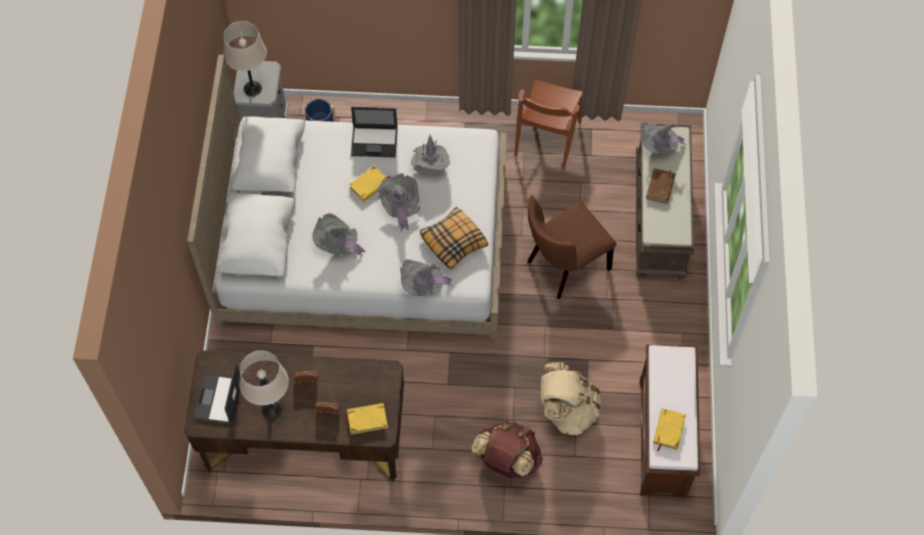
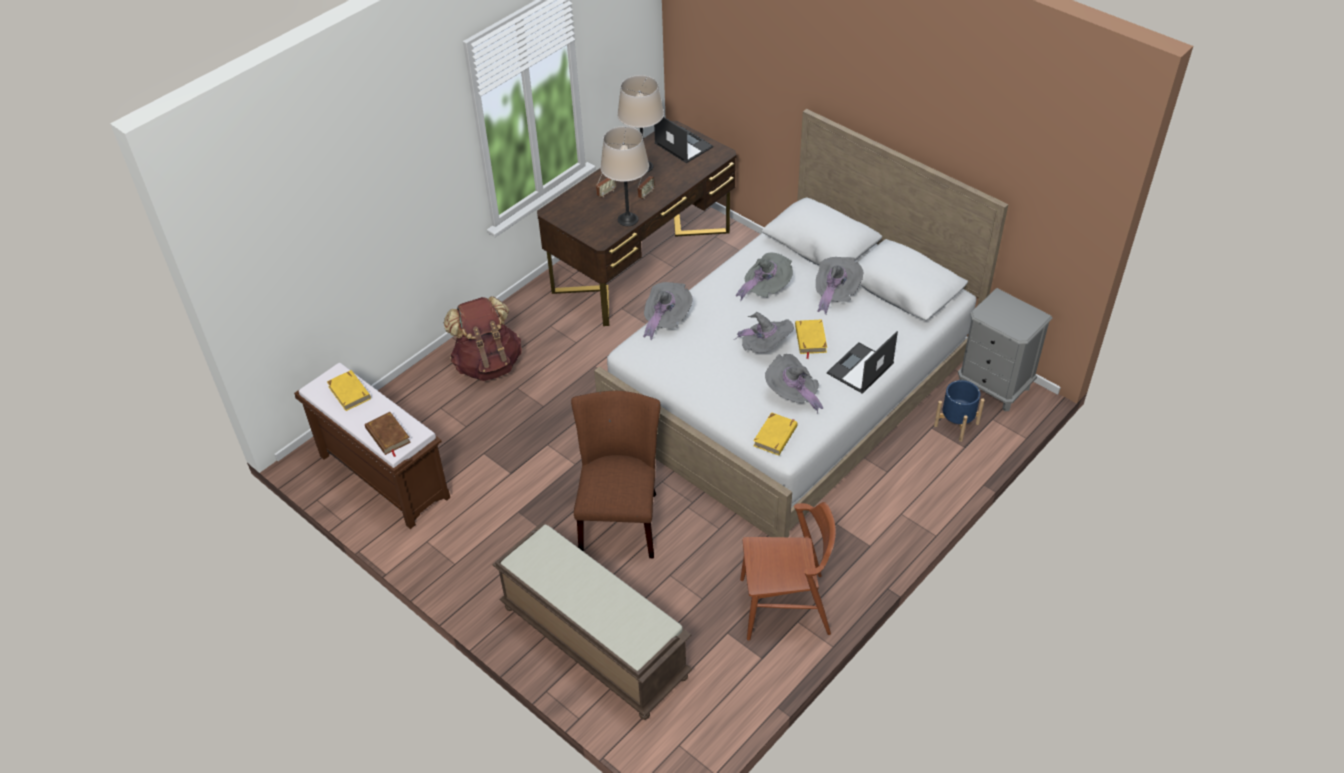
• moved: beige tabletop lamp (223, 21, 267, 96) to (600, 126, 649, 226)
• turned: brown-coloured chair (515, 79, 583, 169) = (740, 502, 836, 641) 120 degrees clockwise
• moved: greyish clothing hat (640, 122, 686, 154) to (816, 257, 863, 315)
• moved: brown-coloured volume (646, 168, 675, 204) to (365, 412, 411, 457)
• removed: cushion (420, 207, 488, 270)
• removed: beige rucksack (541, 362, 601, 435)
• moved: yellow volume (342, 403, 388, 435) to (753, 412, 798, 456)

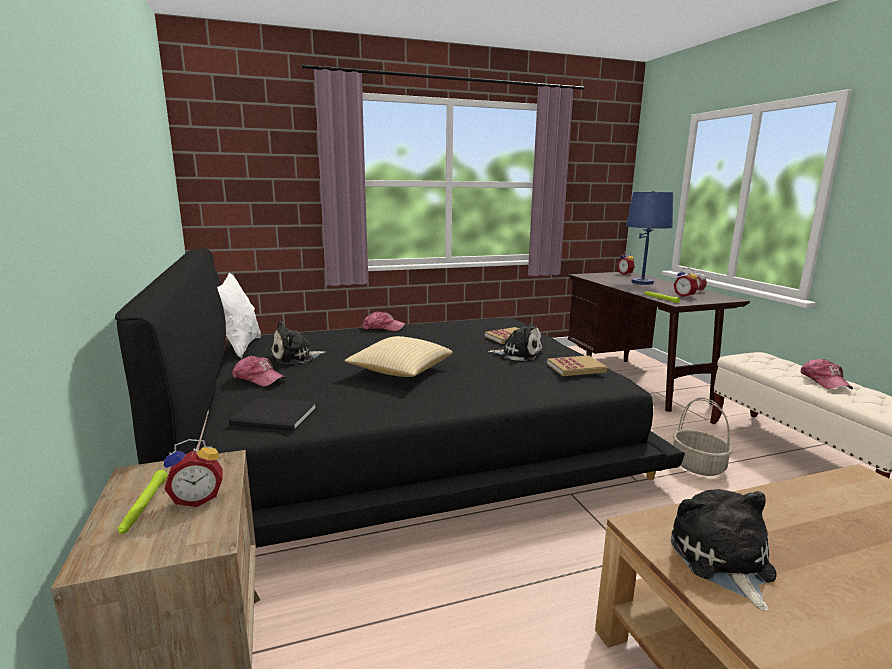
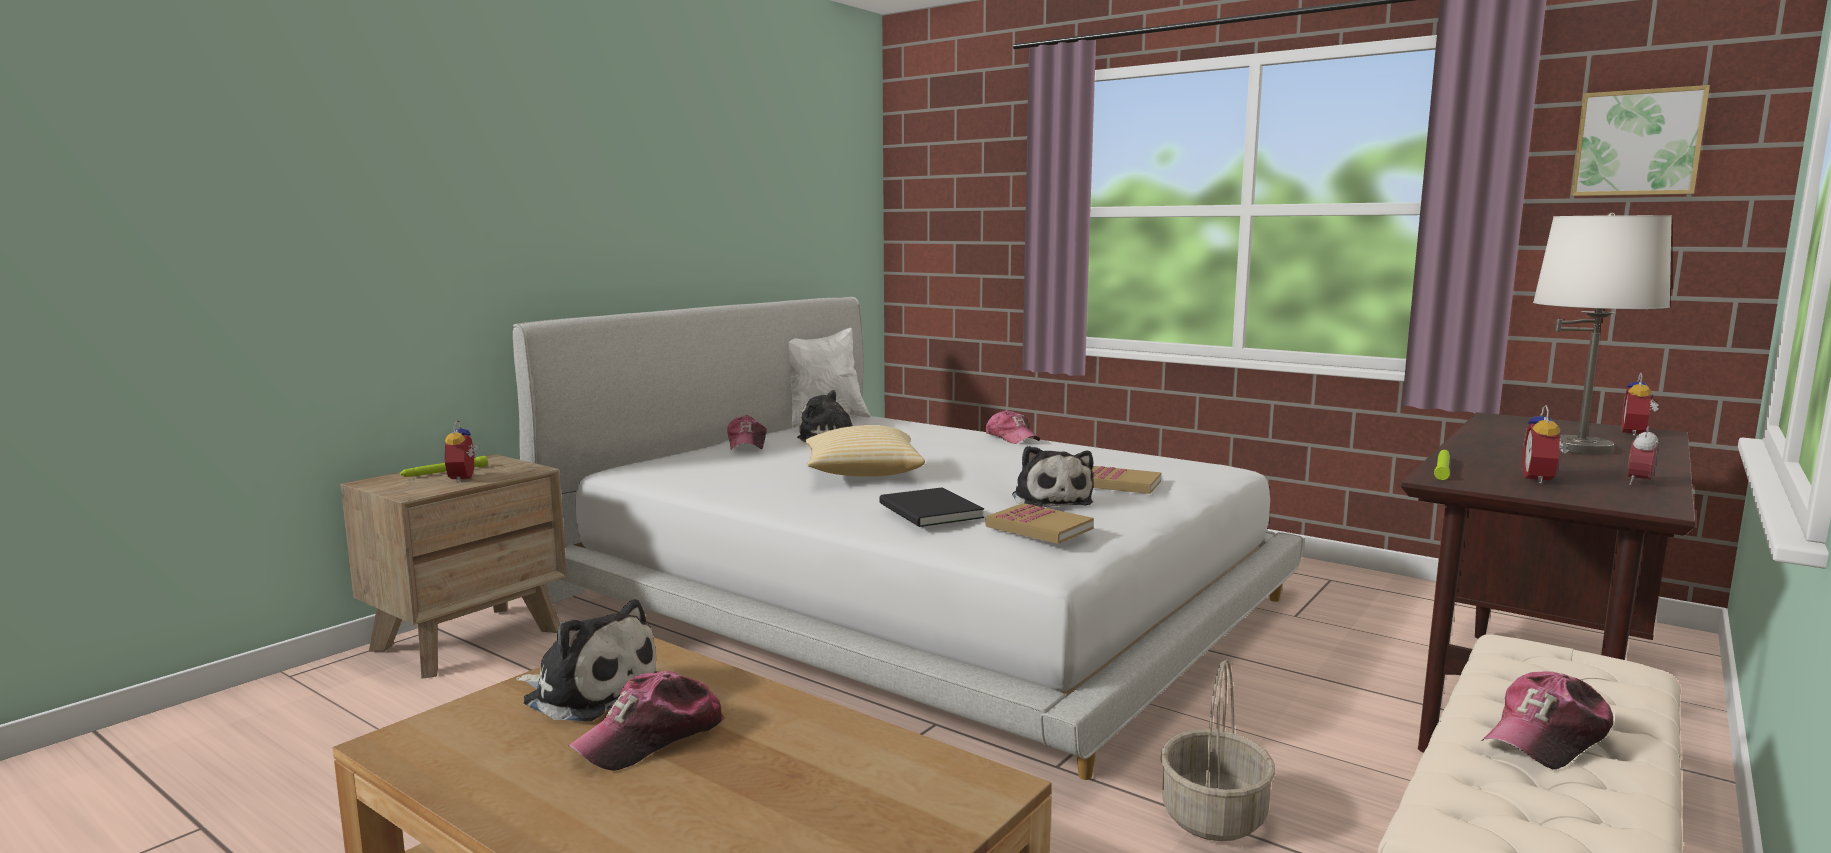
• recoloured: blue-coloured tabletop lamp (626, 191, 673, 285) to white tabletop lamp (1533, 213, 1672, 455)
• recoloured: blackish sleeping bed (115, 248, 685, 548) to white sleeping bed (513, 297, 1303, 780)
• moved: blackish volume (229, 398, 316, 431) to (879, 487, 984, 527)
• turned: bedside clock (164, 439, 223, 507) = (445, 420, 479, 483) 45 degrees clockwise
• turned: plush toy (671, 489, 777, 611) = (516, 599, 657, 721) 60 degrees clockwise
• added: picture (1571, 85, 1710, 196)
• added: baseball cap (568, 671, 725, 771)

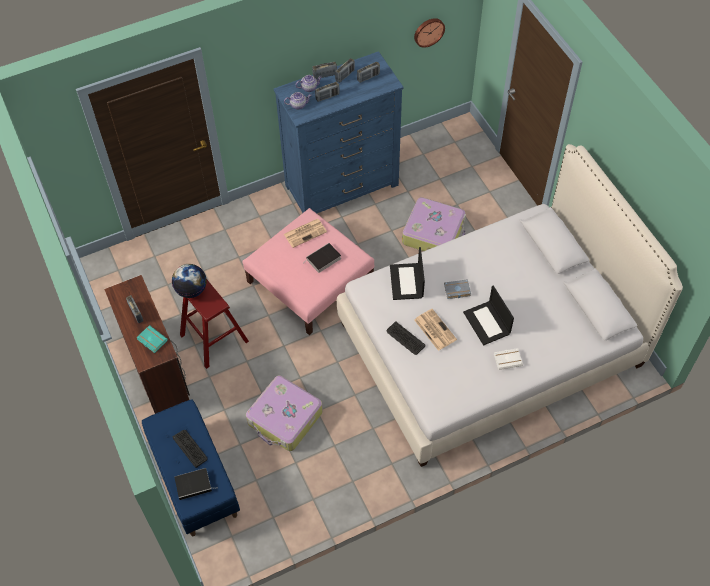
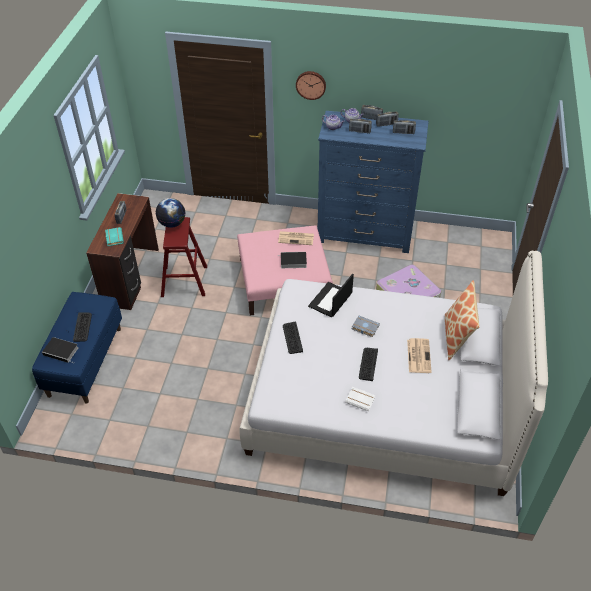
• moved: clock on the wall (414, 18, 445, 48) to (296, 71, 326, 100)
• replaced: laptop (463, 285, 514, 346) to PC keyboard (359, 348, 378, 381)
• moved: printed paper (415, 309, 457, 351) to (407, 338, 432, 373)
• removed: suitcase (246, 376, 323, 451)
• added: cushion (445, 280, 480, 360)

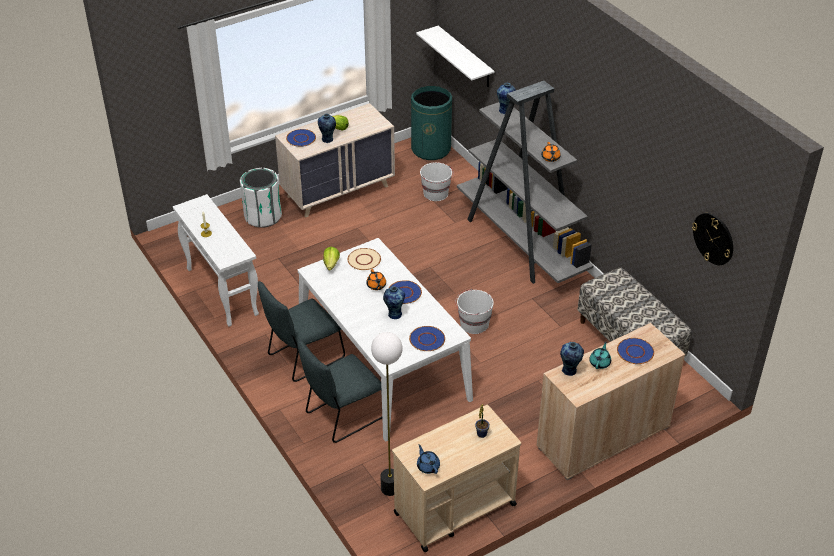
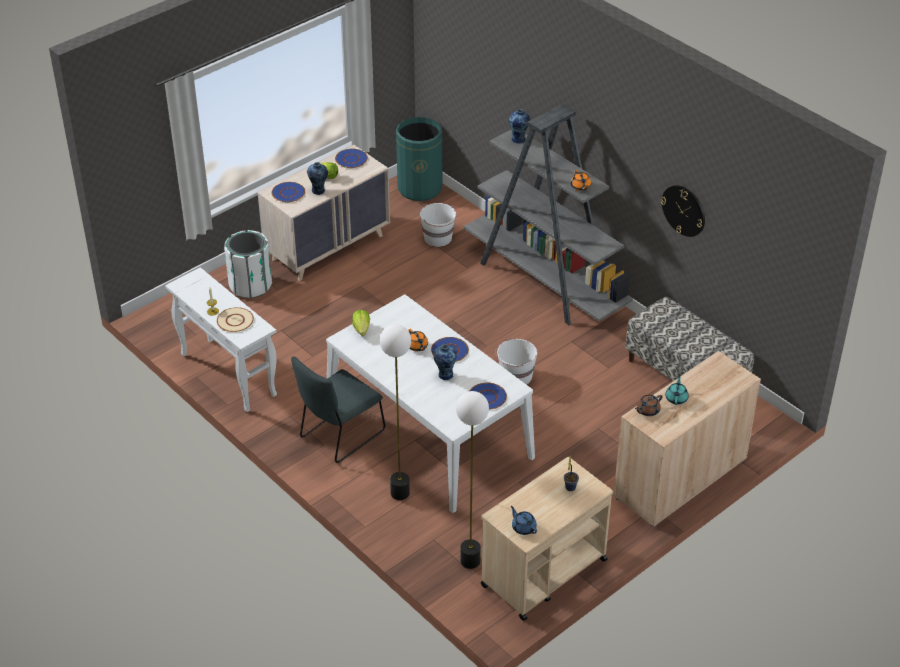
• removed: white shelf (416, 26, 495, 87)
• moved: clock on the wall (692, 213, 733, 265) to (661, 185, 705, 237)
• moved: beige flat dish (347, 248, 381, 270) to (217, 307, 254, 332)
• moved: blue-coloured flat dish (617, 338, 654, 364) to (335, 149, 368, 168)
• replaced: greyish chair (297, 339, 382, 443) to standing lamp (380, 324, 411, 500)
• replaced: decorative vase (560, 342, 584, 376) to brown-coloured tea pot (635, 395, 663, 416)

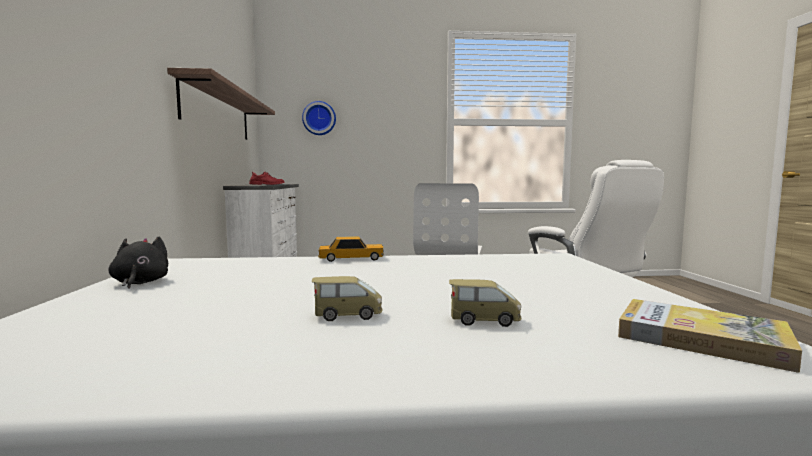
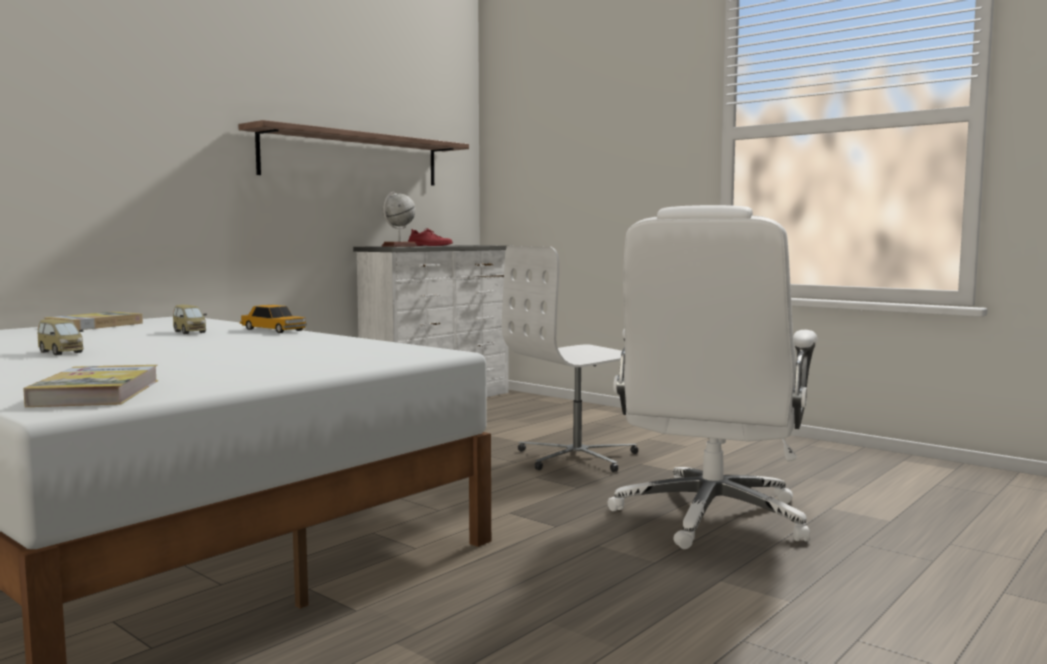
• removed: clock on the wall (302, 101, 336, 135)
• replaced: blackish plush toy (108, 237, 168, 289) to volume (45, 312, 143, 330)
• moved: model car (449, 279, 521, 327) to (173, 305, 207, 334)
• added: desk globe (382, 191, 418, 247)

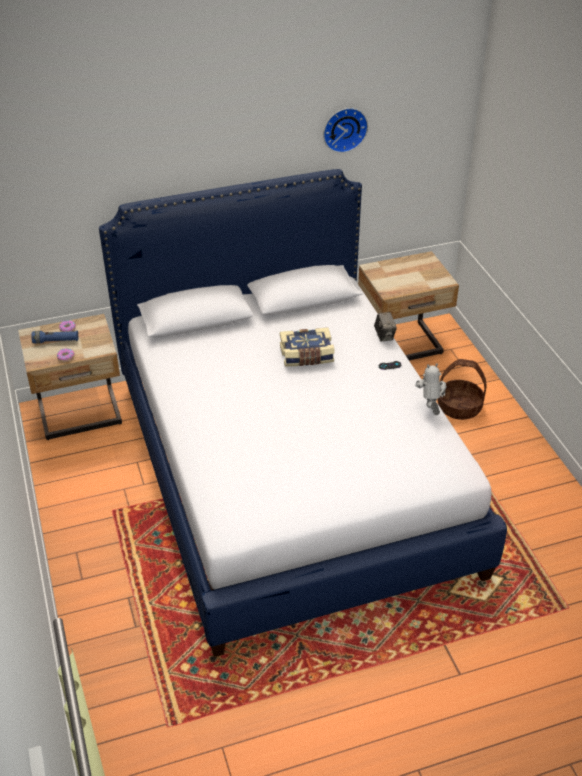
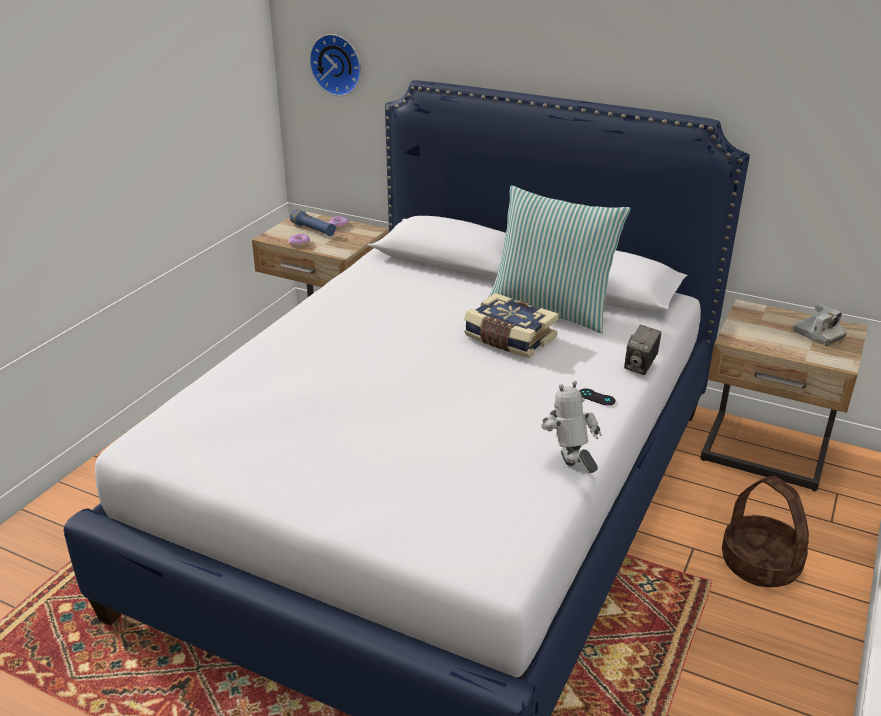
• moved: clock on the wall (323, 108, 368, 153) to (309, 34, 361, 96)
• turned: toy robot (415, 363, 447, 415) = (541, 381, 602, 473) 60 degrees counterclockwise
• added: cushion (488, 186, 631, 333)
• added: photo camera (793, 303, 847, 346)

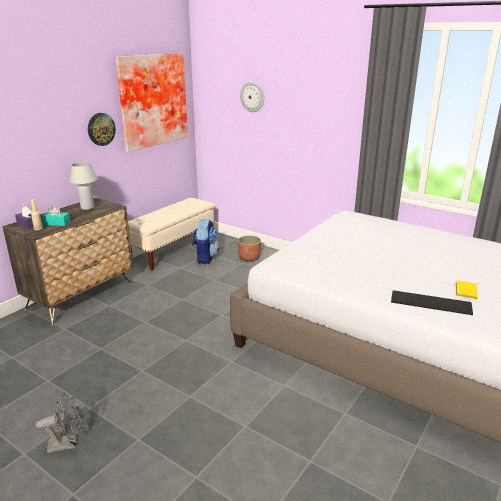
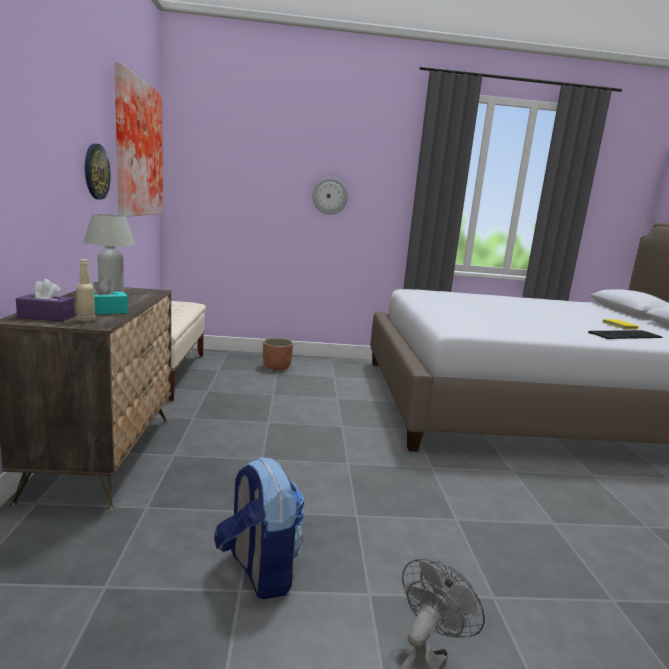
• moved: clock on the wall (240, 82, 264, 112) to (312, 178, 348, 215)
• moved: rucksack (192, 219, 220, 264) to (214, 457, 305, 599)

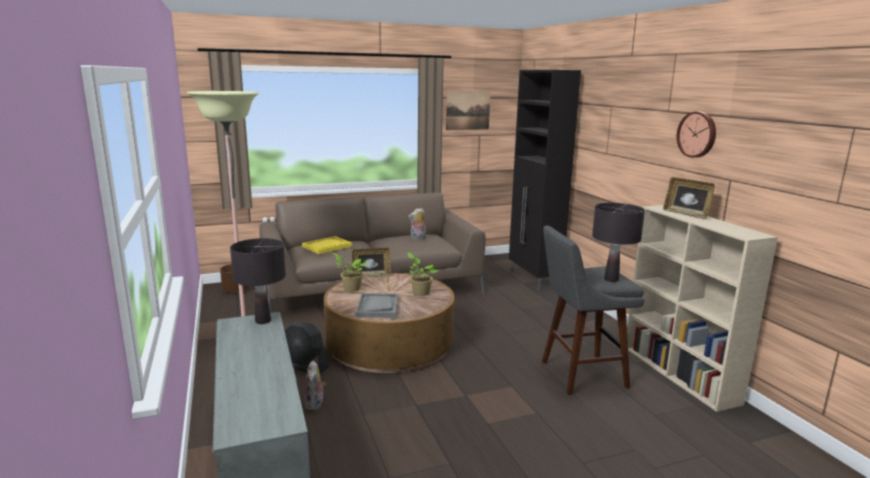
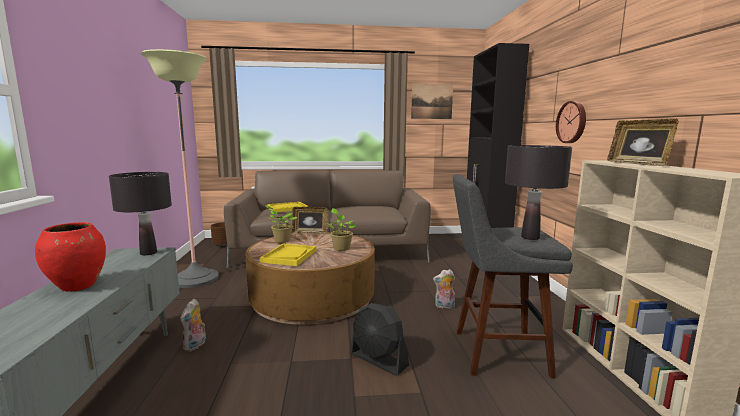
• moved: clock on the wall (677, 112, 716, 158) to (556, 101, 586, 143)
• moved: plush toy (408, 208, 426, 239) to (433, 269, 455, 309)
• recoloured: greyish carrying tray (356, 293, 398, 317) to yellow carrying tray (260, 243, 316, 266)
• moved: blackish cooling fan (285, 322, 329, 374) to (350, 303, 409, 376)
• added: red-coloured decorative vase (35, 222, 106, 292)

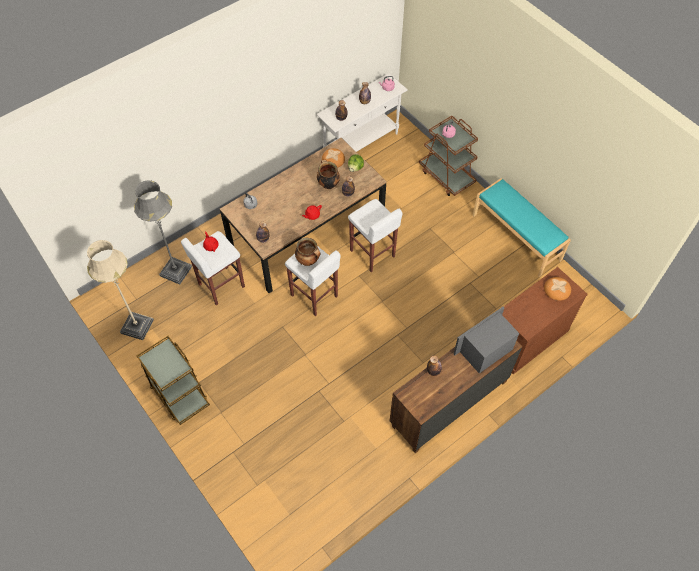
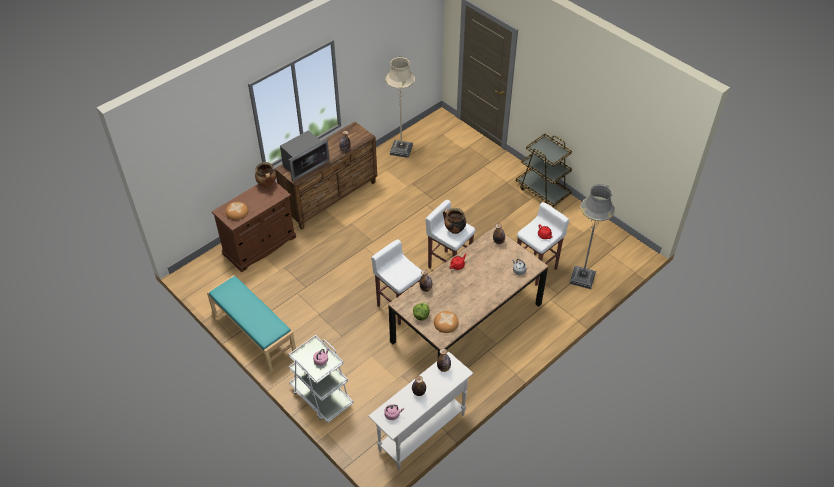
• recoloured: brown-coloured trolley (419, 116, 478, 196) to white trolley (289, 335, 353, 423)
• moved: stockpot (317, 160, 340, 189) to (255, 162, 276, 188)
• moved: beige standing lamp (87, 240, 154, 340) to (386, 57, 415, 158)

